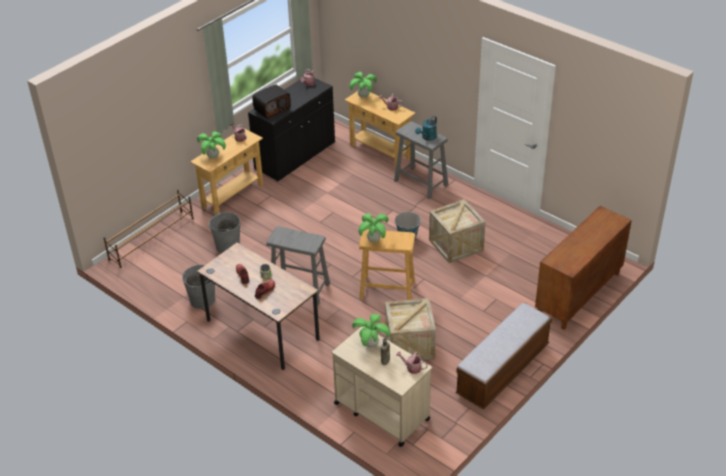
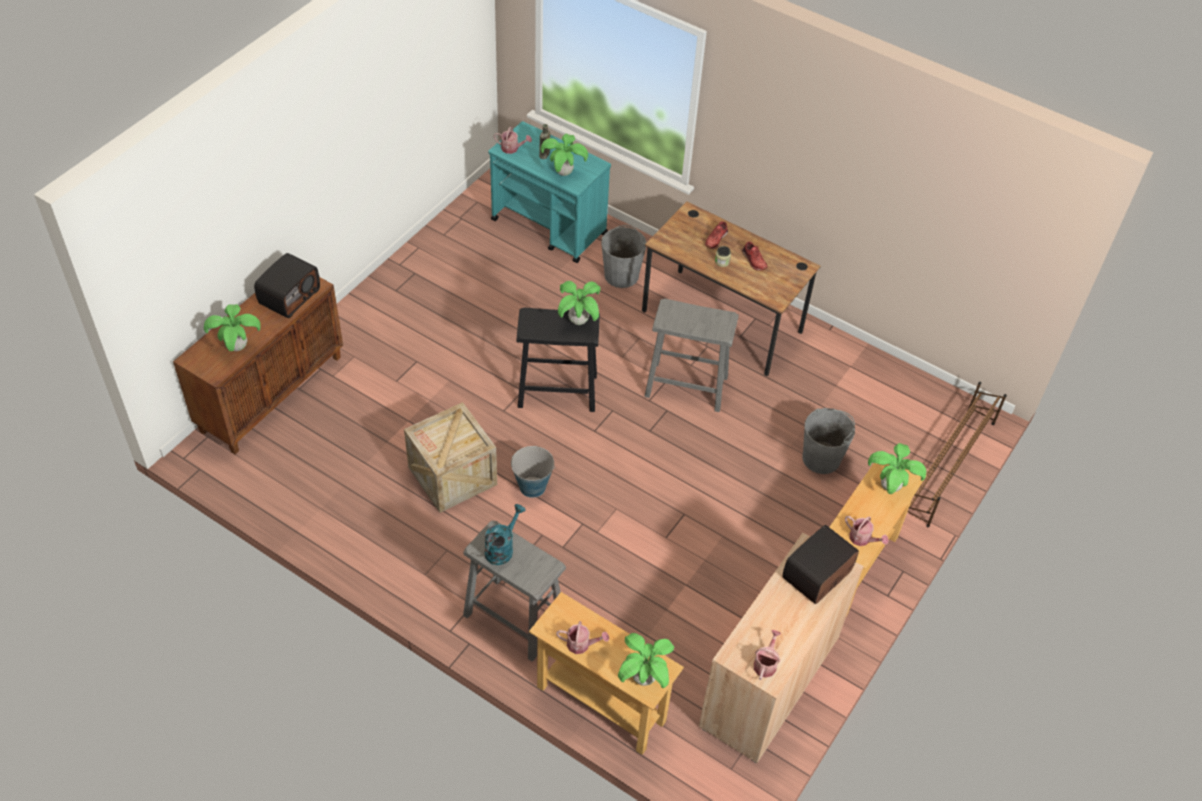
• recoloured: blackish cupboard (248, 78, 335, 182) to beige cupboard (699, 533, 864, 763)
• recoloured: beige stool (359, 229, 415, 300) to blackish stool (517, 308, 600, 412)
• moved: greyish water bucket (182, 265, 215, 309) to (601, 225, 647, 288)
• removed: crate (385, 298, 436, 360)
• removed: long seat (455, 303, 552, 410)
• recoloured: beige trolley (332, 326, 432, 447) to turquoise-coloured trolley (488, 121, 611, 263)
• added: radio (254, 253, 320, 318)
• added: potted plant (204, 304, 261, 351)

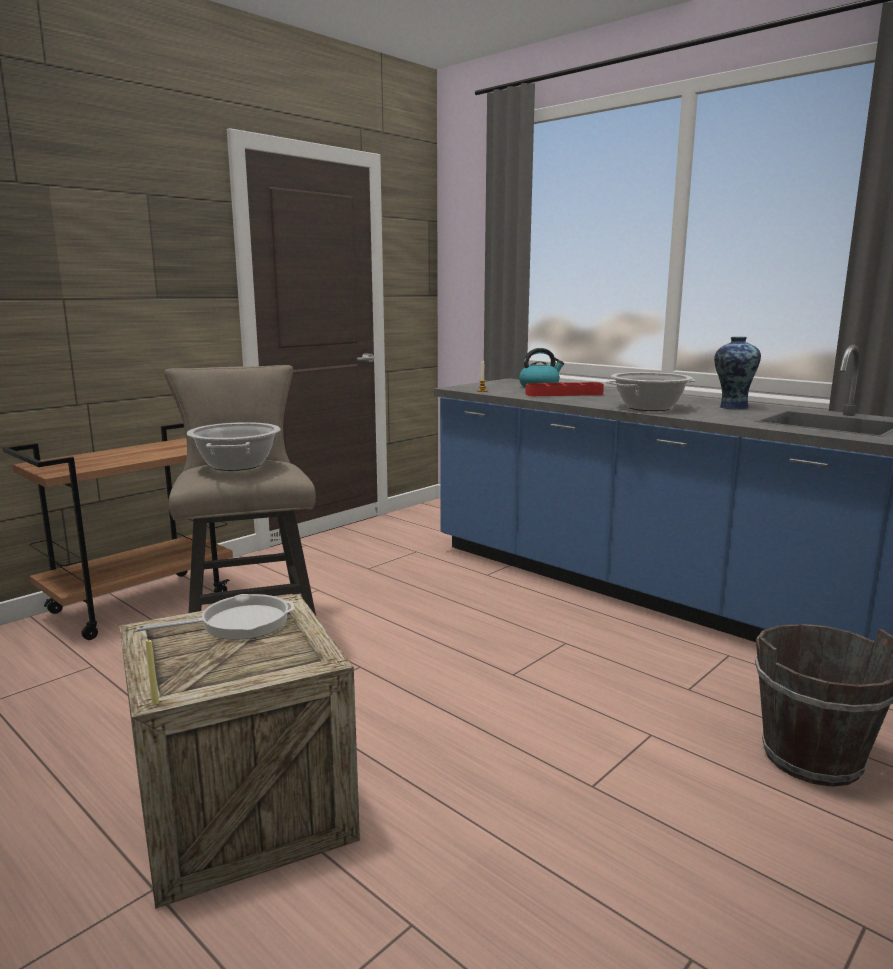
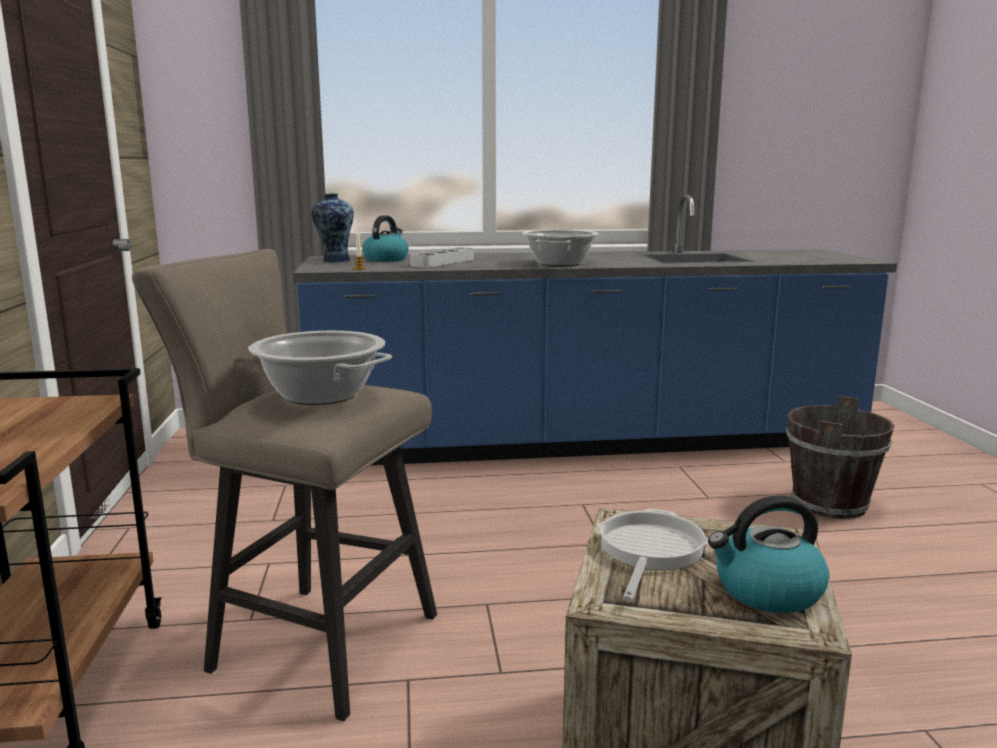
• moved: decorative vase (714, 337, 761, 410) to (312, 193, 354, 262)
• recoloured: red-coloured carrying tray (526, 382, 604, 396) to greyish carrying tray (410, 247, 474, 267)
• removed: yellow wax candle (146, 638, 159, 705)
• added: kettle (708, 495, 829, 613)

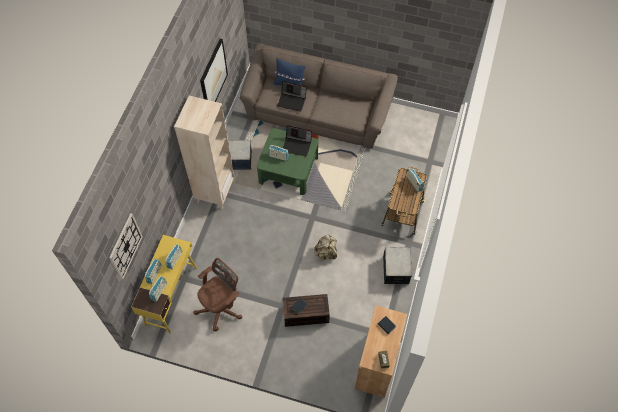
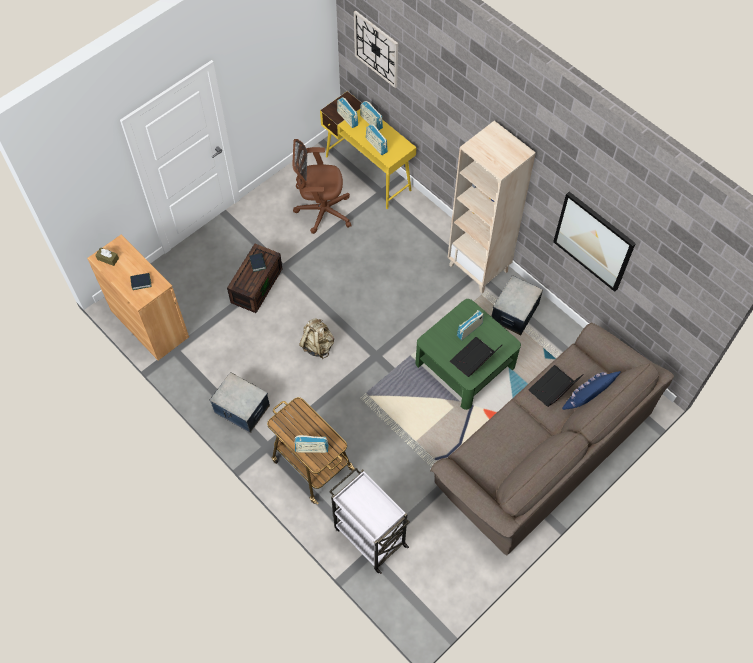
• turned: brown-coloured computer chair (193, 258, 242, 332) = (293, 139, 352, 234) 105 degrees clockwise
• added: white trolley (329, 468, 410, 574)

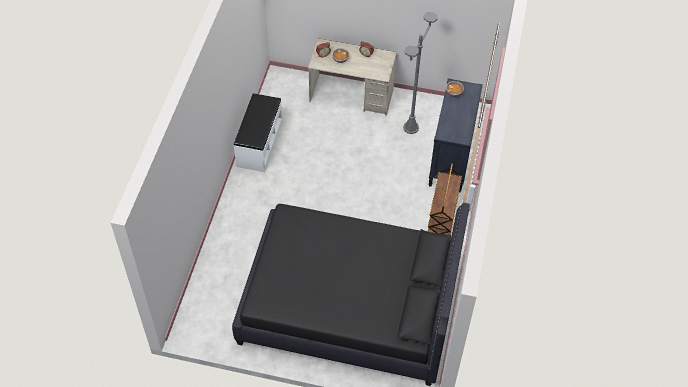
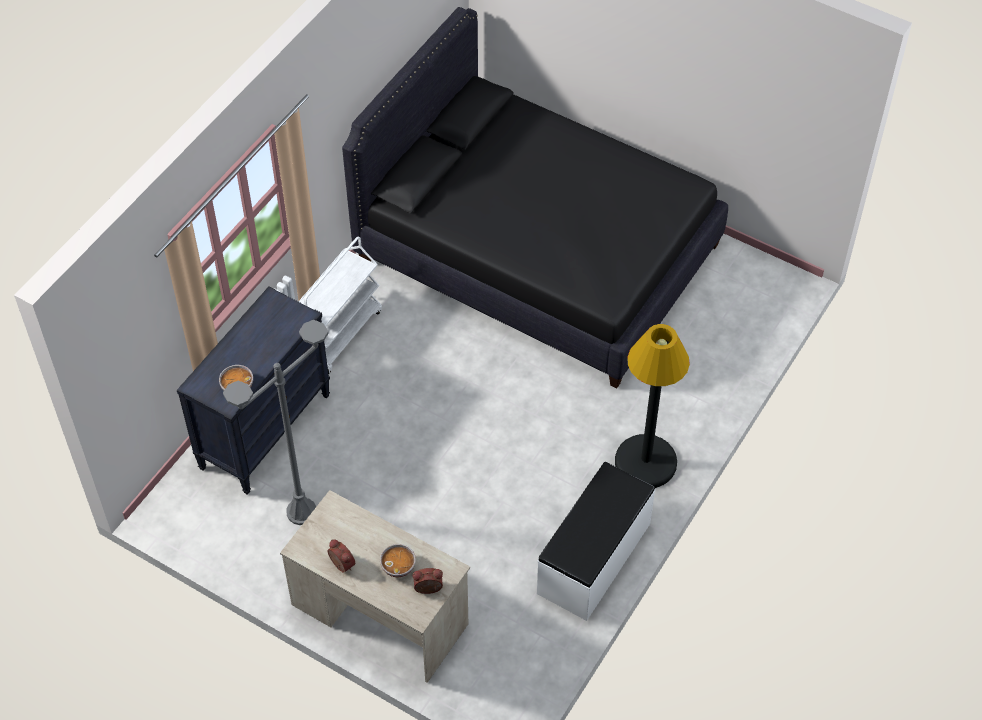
• recoloured: brown-coloured trolley (428, 163, 462, 235) to white trolley (298, 237, 382, 374)
• added: blackish standing lamp (615, 324, 690, 488)

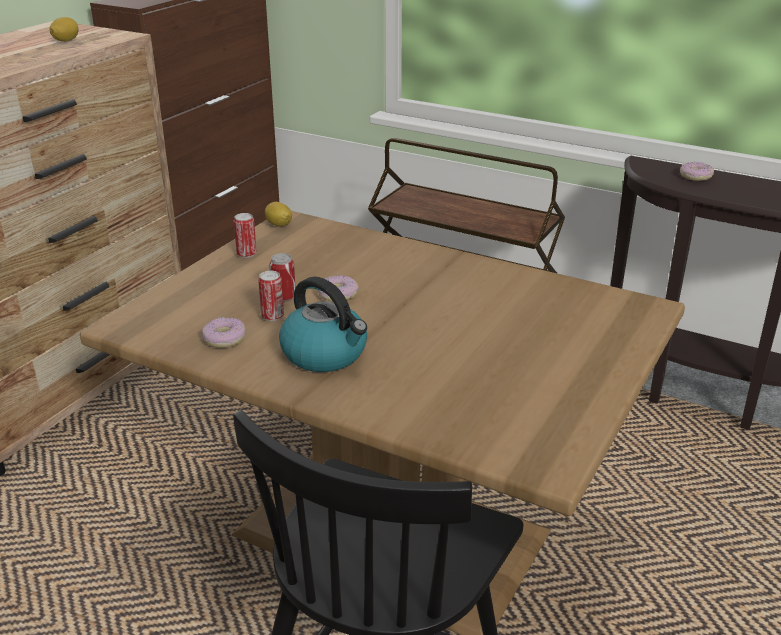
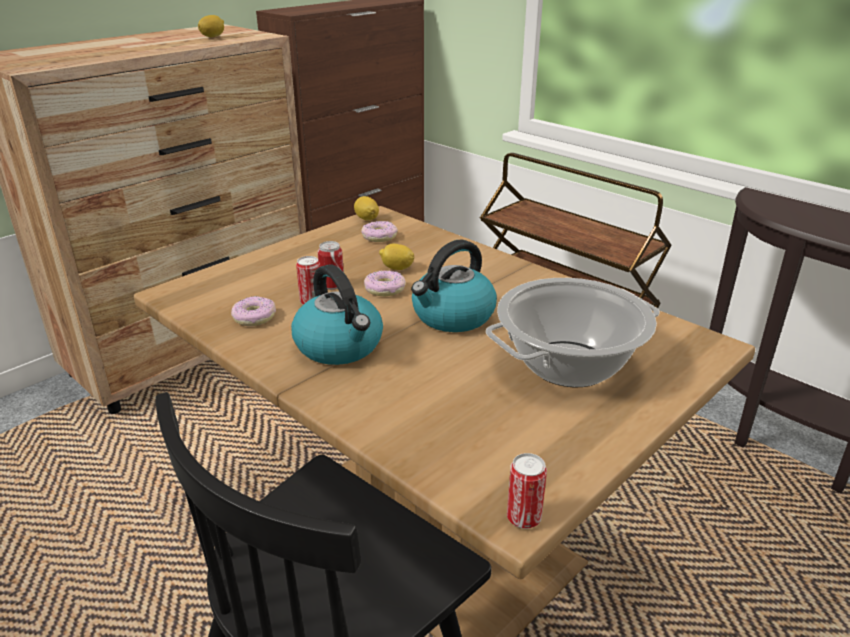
• moved: doughnut (680, 162, 714, 181) to (361, 221, 398, 242)
• moved: sealed can (234, 213, 257, 258) to (507, 453, 547, 529)
• added: kettle (411, 239, 497, 332)
• added: whole lemon (379, 244, 414, 270)
• added: stockpot (486, 278, 660, 387)

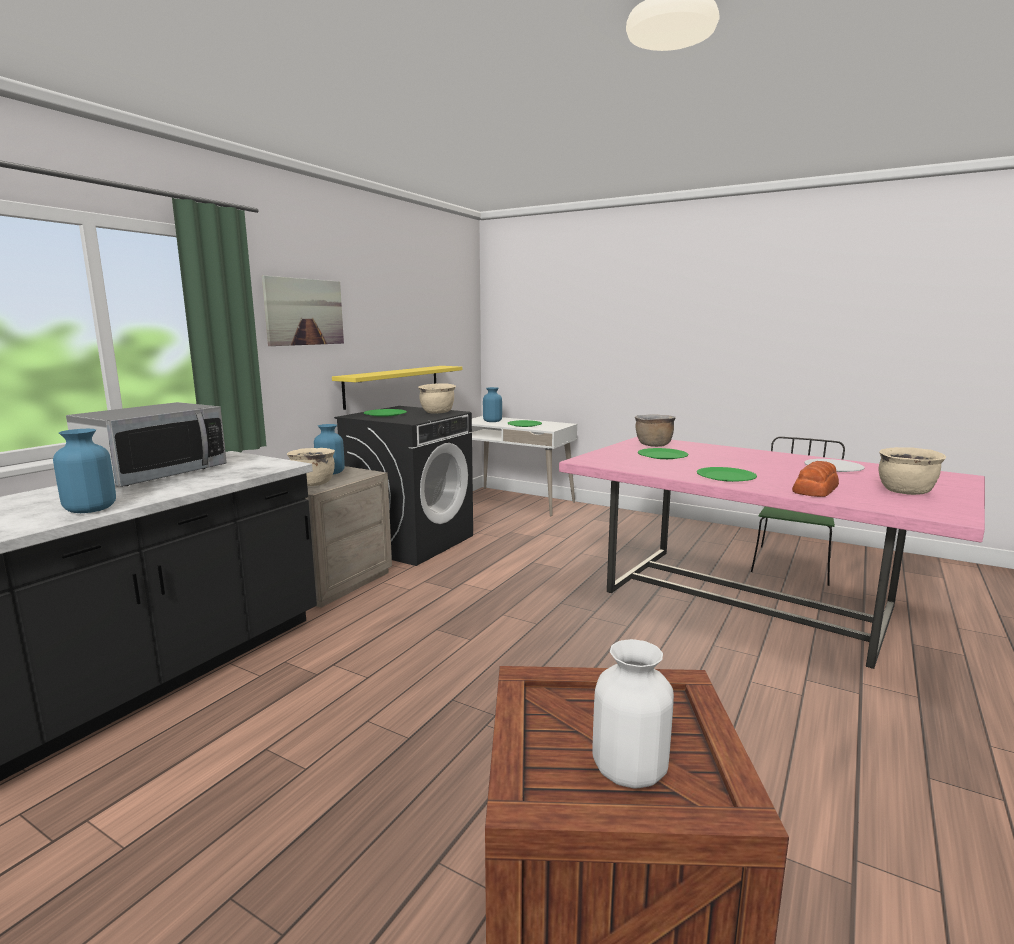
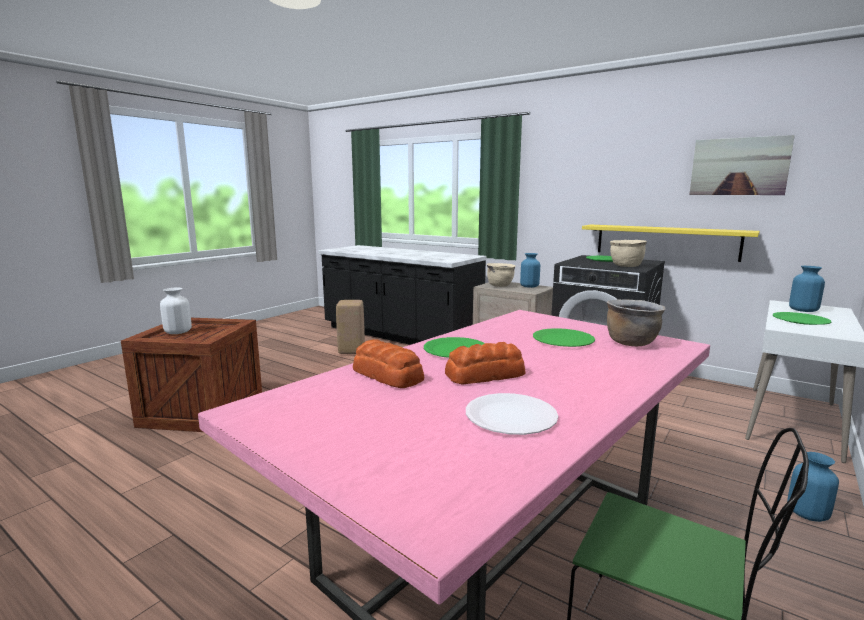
• moved: picture (262, 276, 344, 346) to (689, 135, 795, 195)
• removed: microwave (66, 402, 227, 487)
• moved: blue-coloured decorative vase (53, 429, 116, 513) to (787, 452, 839, 522)
• removed: beige stockpot (878, 447, 946, 495)
• added: beige stool (336, 300, 365, 354)
• added: bakery bread (445, 342, 526, 385)

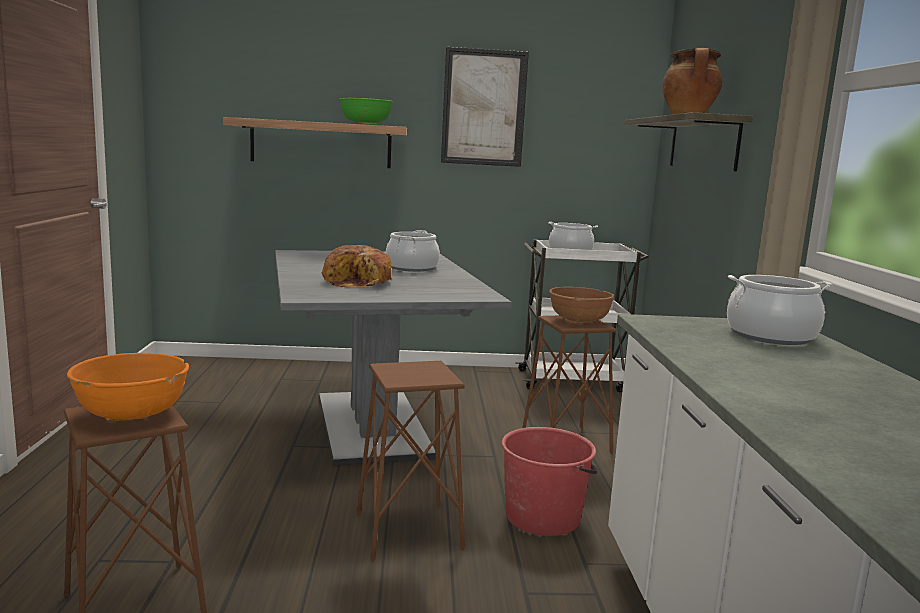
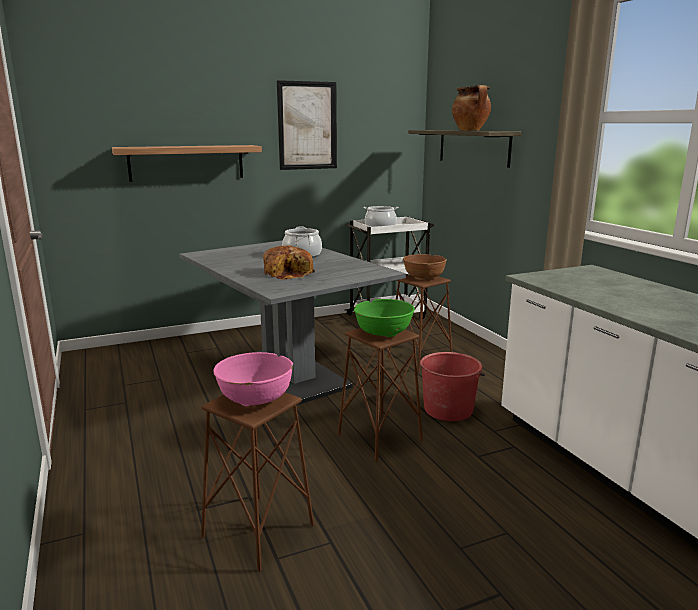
• moved: green serving bowl (339, 98, 393, 125) to (354, 299, 415, 337)
• removed: stockpot (727, 275, 832, 345)
• recoloured: orangey serving bowl (67, 353, 189, 421) to pink serving bowl (213, 352, 293, 407)

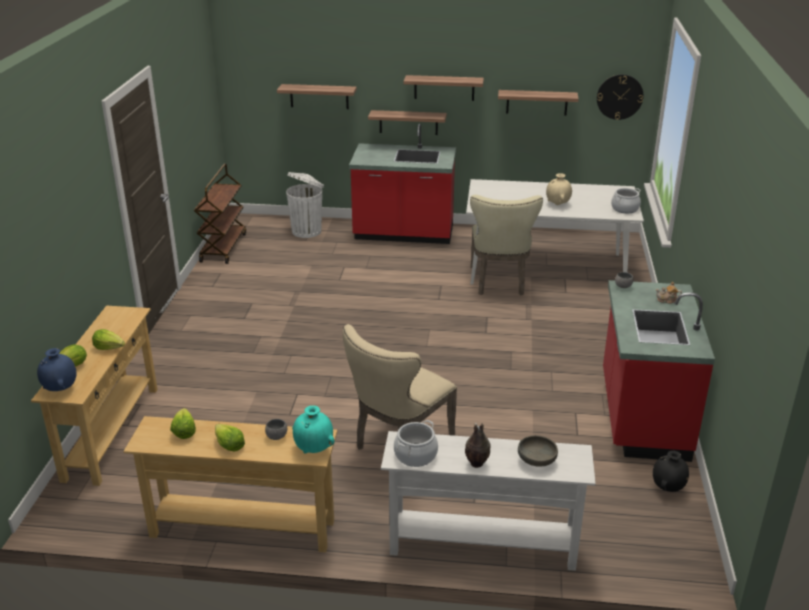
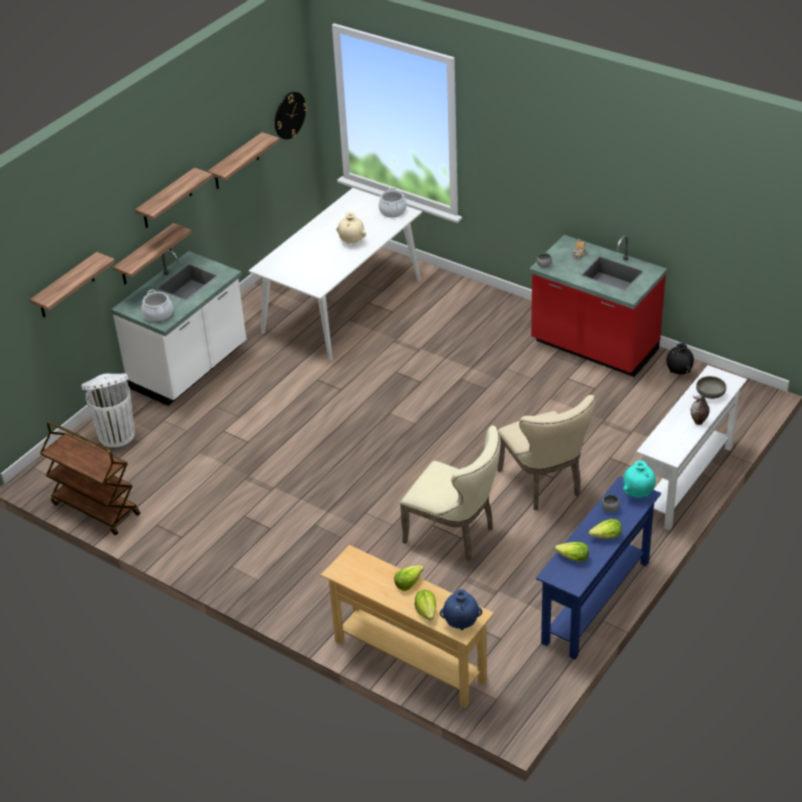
• recoloured: red-coloured kitchen counter (349, 123, 456, 244) to white kitchen counter (111, 250, 246, 406)
• moved: beige chair (470, 195, 543, 295) to (400, 425, 500, 561)
• recoloured: beige console table (123, 416, 338, 553) to blue-coloured console table (536, 476, 661, 659)
• moved: stockpot (394, 420, 438, 467) to (142, 289, 173, 322)

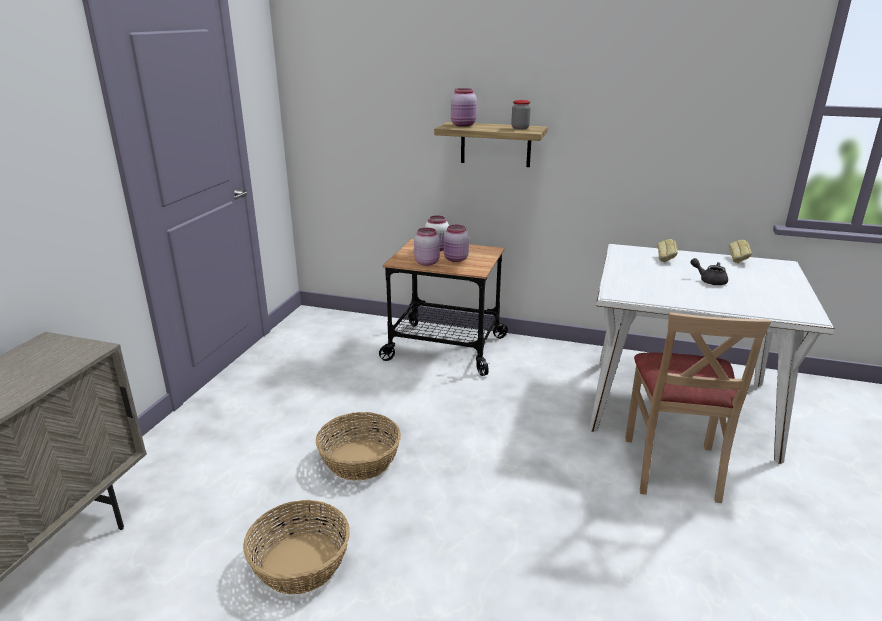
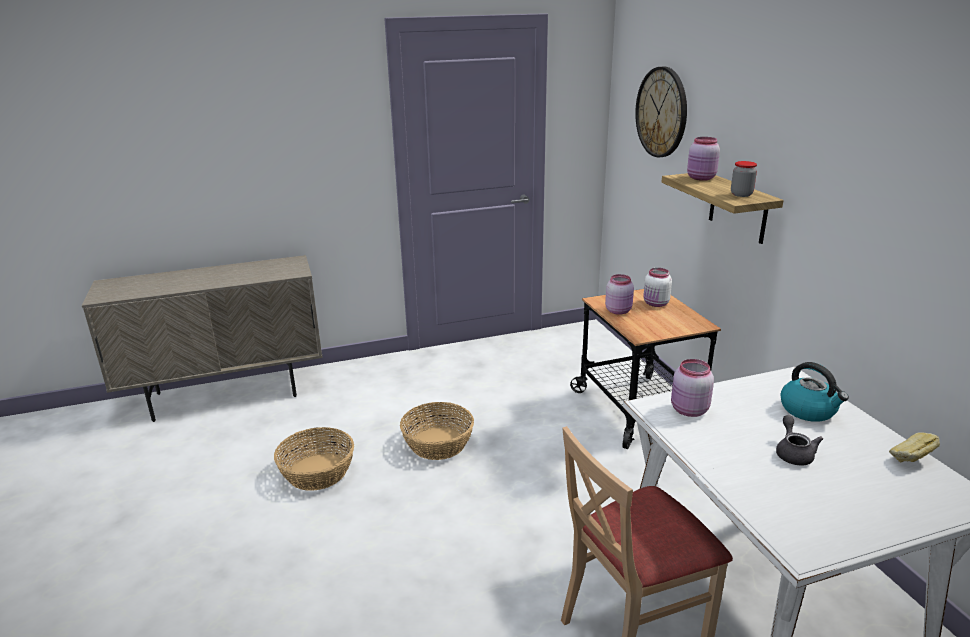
• moved: pink preserve jar (444, 225, 469, 262) to (671, 359, 714, 417)
• replaced: bakery bread (658, 239, 678, 262) to kettle (780, 362, 849, 422)
• added: clock on the wall (635, 67, 687, 157)

